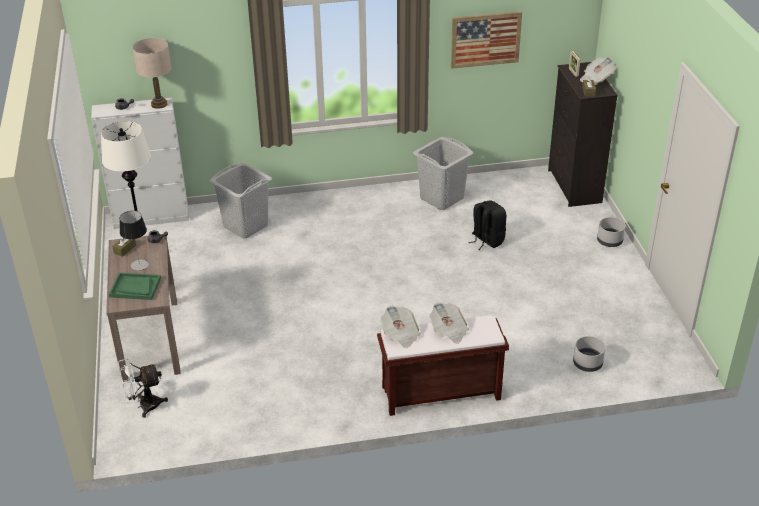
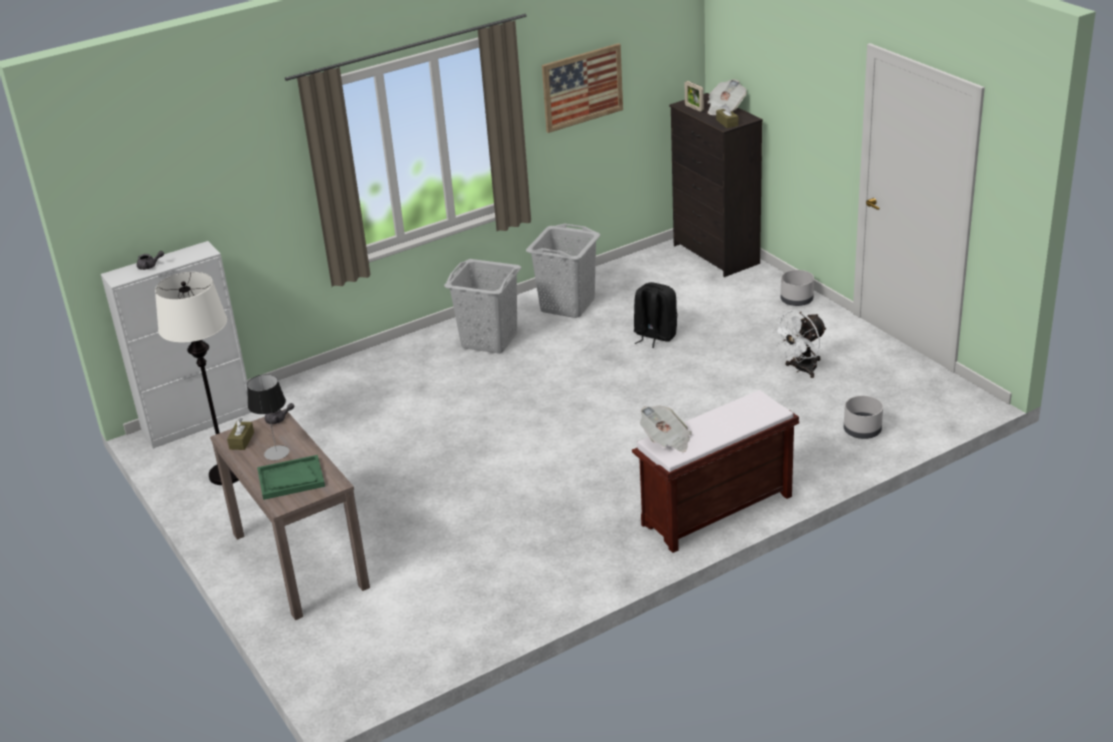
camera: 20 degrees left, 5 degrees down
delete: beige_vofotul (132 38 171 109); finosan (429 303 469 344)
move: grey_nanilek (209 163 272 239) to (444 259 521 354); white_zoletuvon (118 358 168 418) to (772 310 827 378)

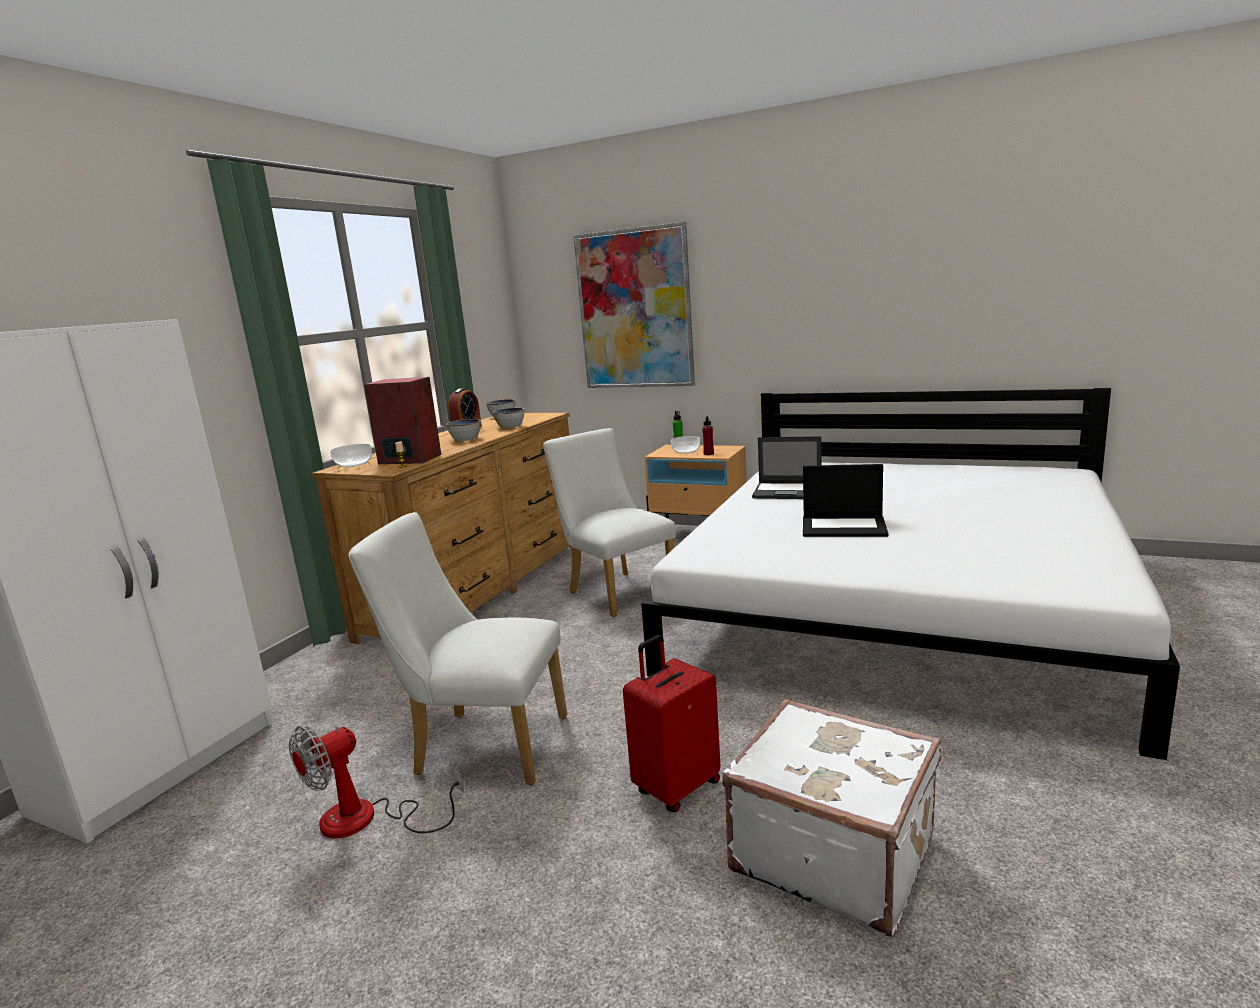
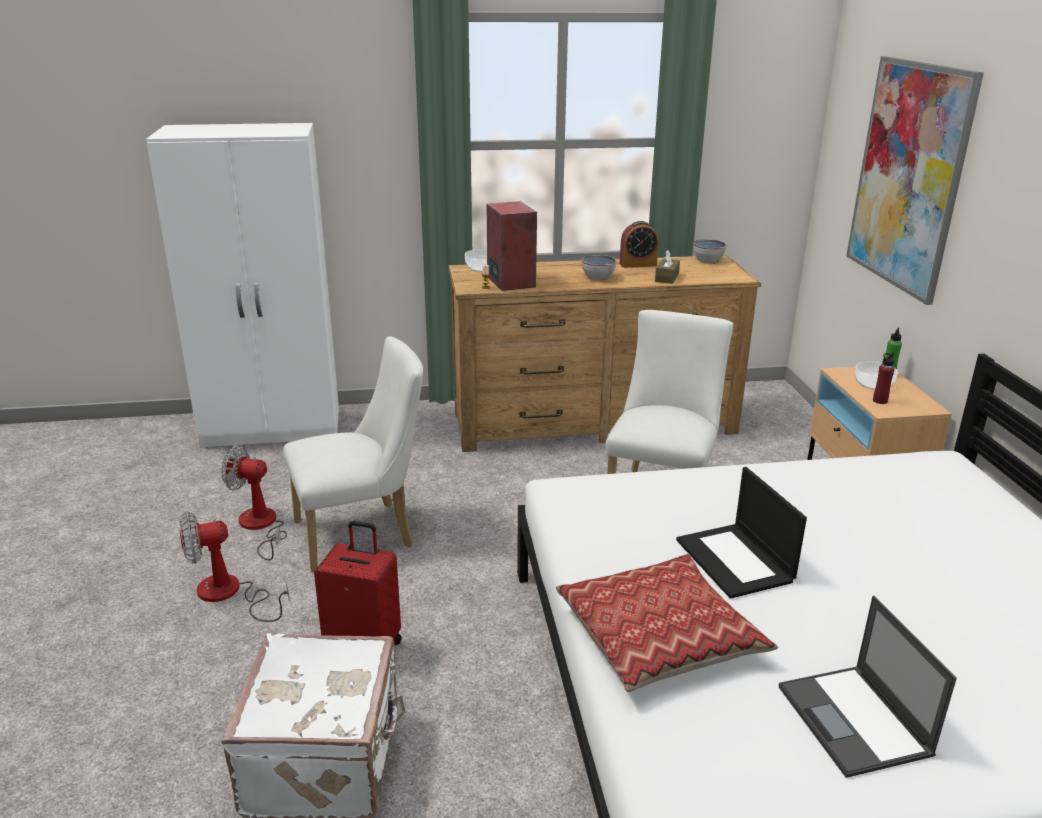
camera: 55 degrees right, 10 degrees up
insert: zoletuvon (179 512 290 622); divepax (556 554 778 692)
move: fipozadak (752 436 822 499) to (779 596 957 778)
replace: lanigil (493 408 524 428) to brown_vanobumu (655 250 680 284)
rotate: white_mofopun (349 512 567 786) = (283 336 423 571) 90 degrees clockwise

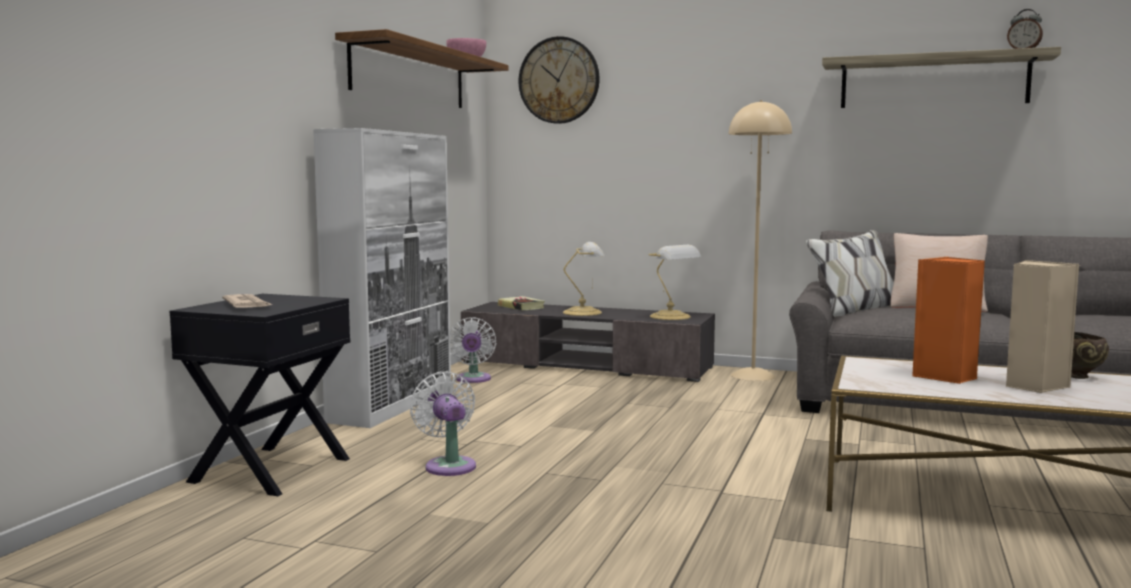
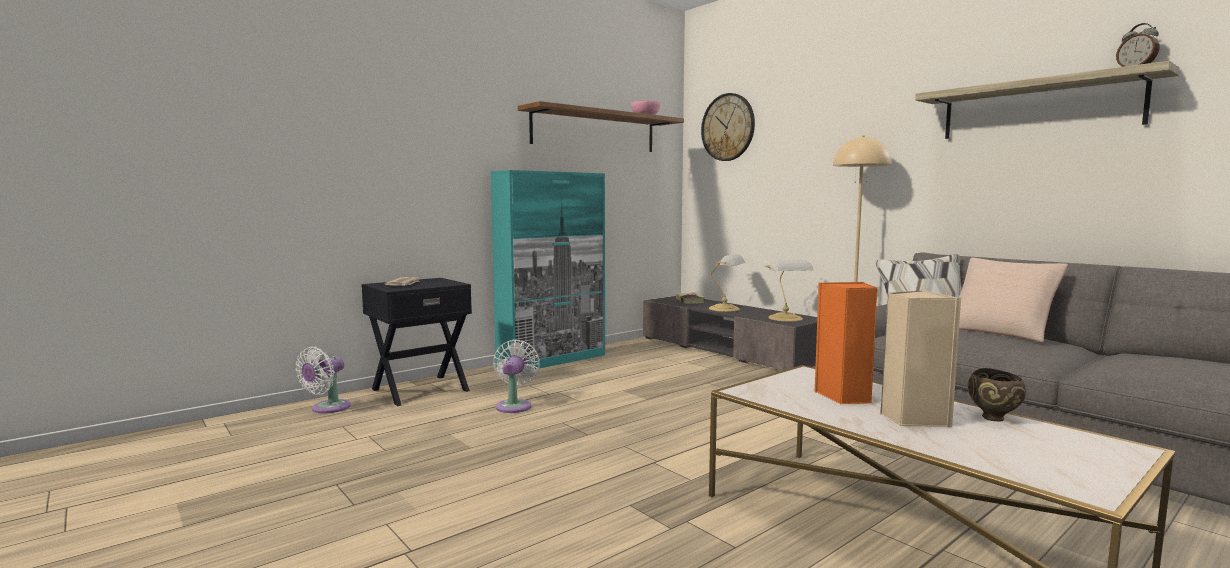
camera: 30 degrees right, 0 degrees up
move: white_zoletuvon (450 317 496 383) to (296 347 351 414)
recolor: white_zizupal (313 128 451 428) to turquoise_zizupal (491 170 605 369)

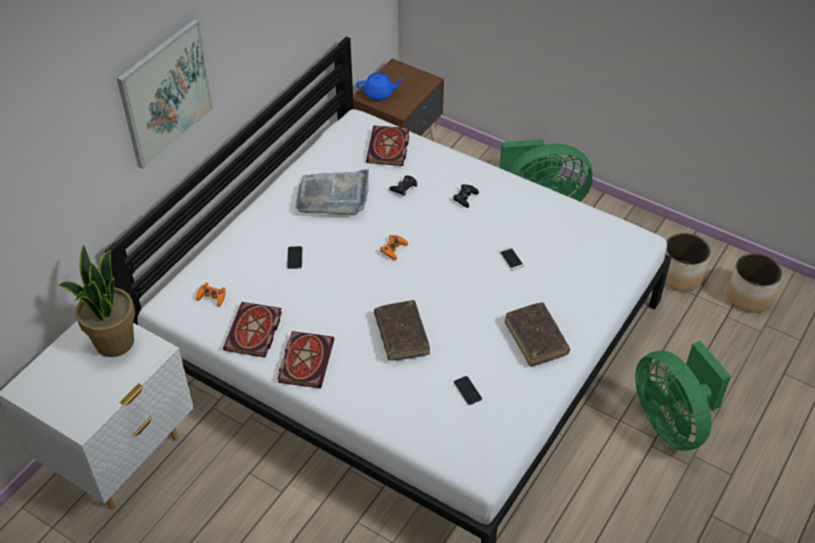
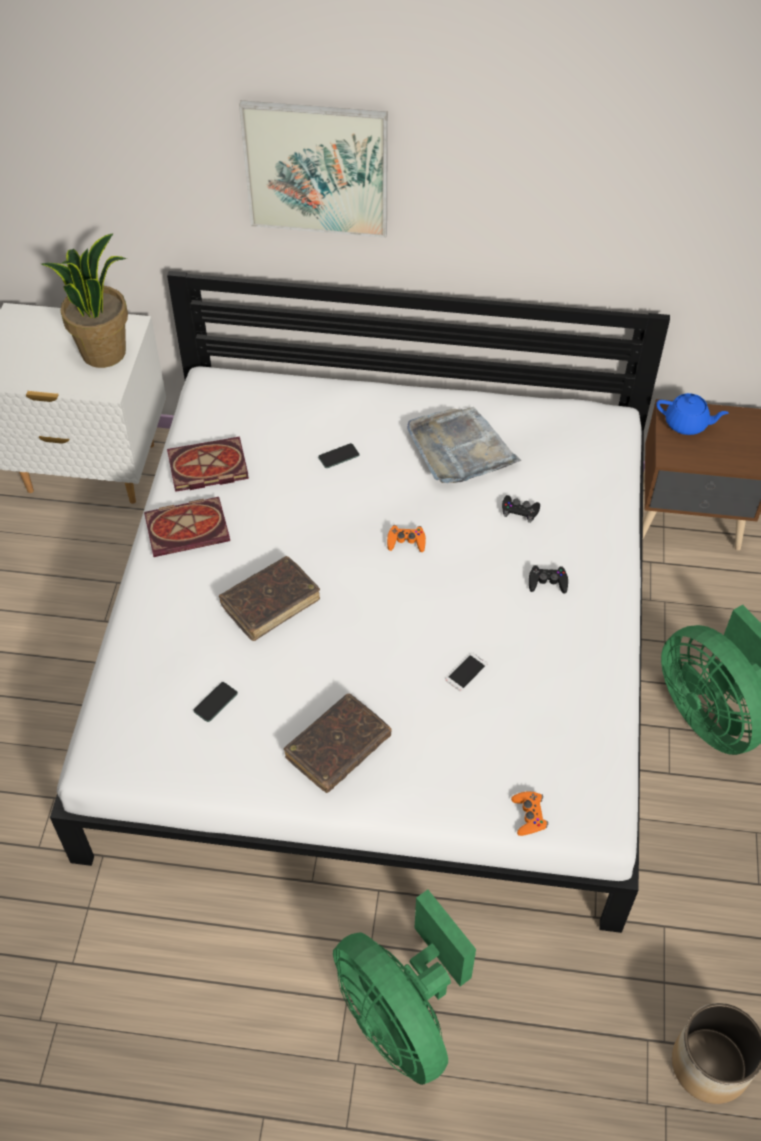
camera: 65 degrees right, 5 degrees up
delete: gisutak (366 126 409 166); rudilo (665 233 711 291)
move: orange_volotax (196 283 226 307) to (511 791 548 836)
rotate: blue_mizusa (356 73 404 100) = (656 393 729 435) 45 degrees counterclockwise; green_zoletuvon (635 341 731 451) = (333 890 476 1085) 75 degrees counterclockwise

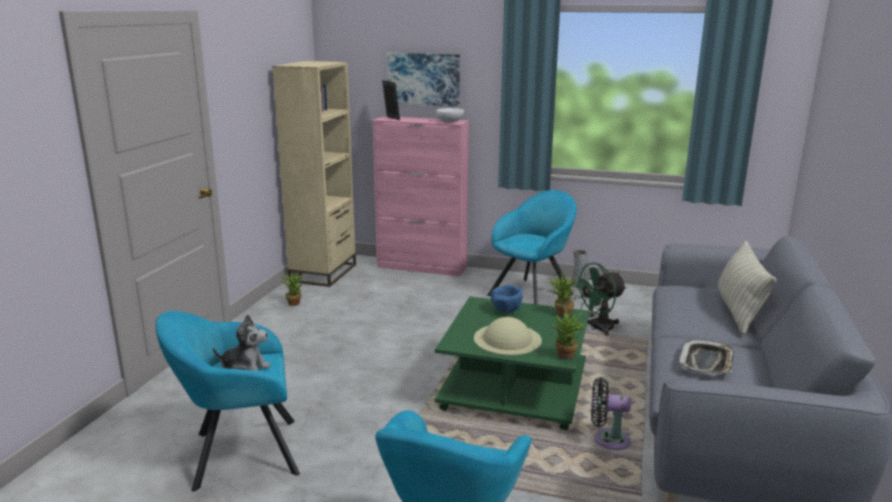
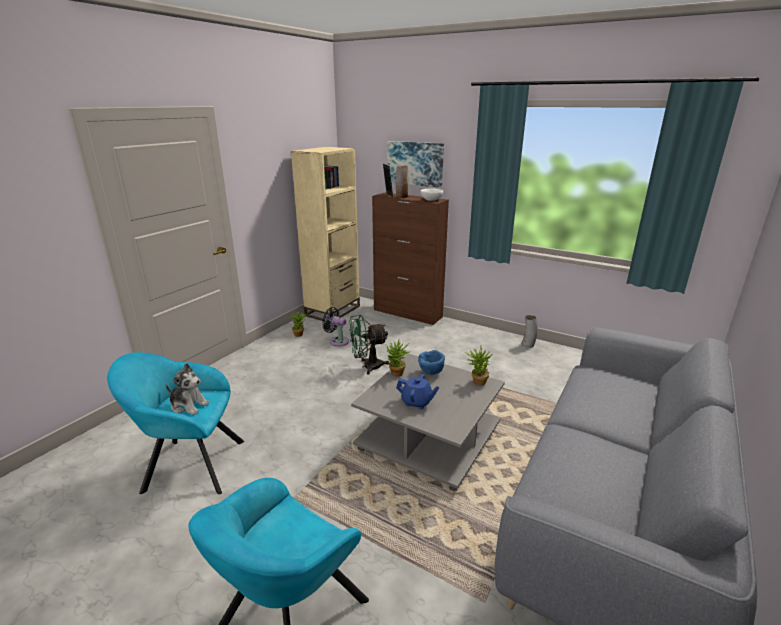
camera: 15 degrees right, 5 degrees up
delete: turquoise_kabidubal (487 190 577 305); divepax (717 240 777 334); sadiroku (678 340 734 375)
insert: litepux (396 165 409 198)
move: green_zoletuvon (573 263 627 336) to (349 315 389 375); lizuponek (551 309 588 359) to (386 339 411 377); black_zoletuvon (591 377 631 450) to (322 307 349 346)
replace: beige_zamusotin (474 317 542 355) to blue_mizusa (396 374 439 409)
recolor: pink_zizupal (372 116 469 277) to brown_zizupal (372 192 449 325); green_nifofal (435 297 590 430) to grey_nifofal (351 354 505 492)

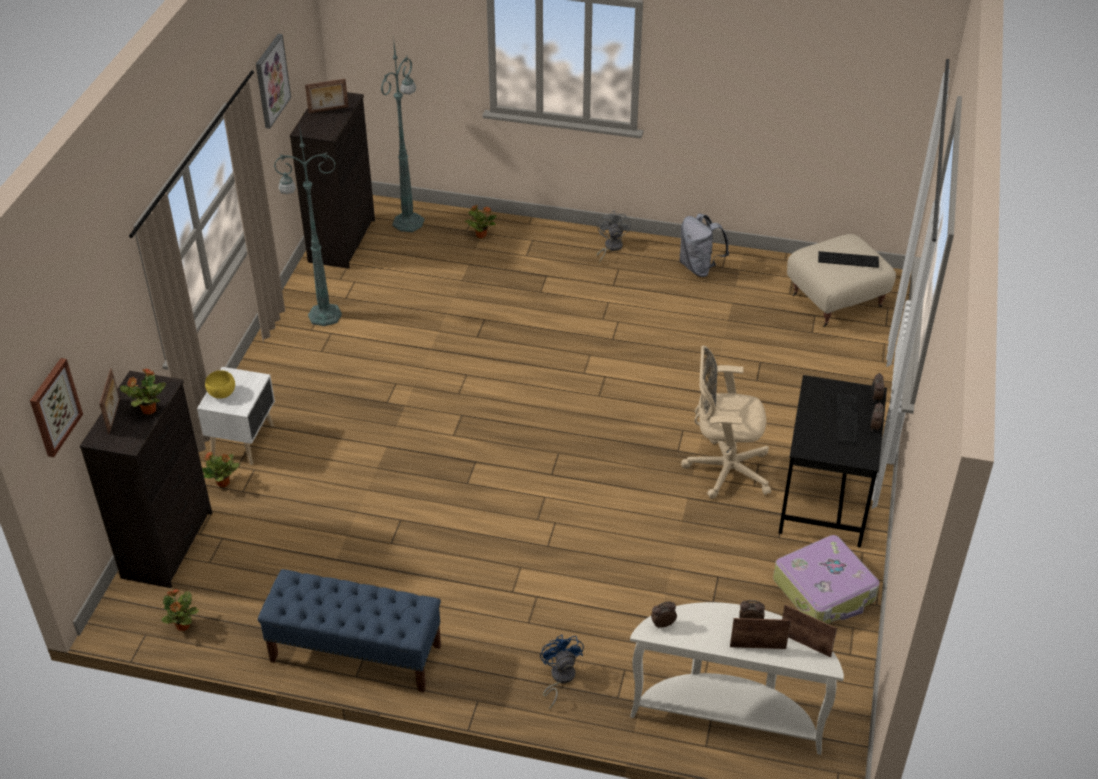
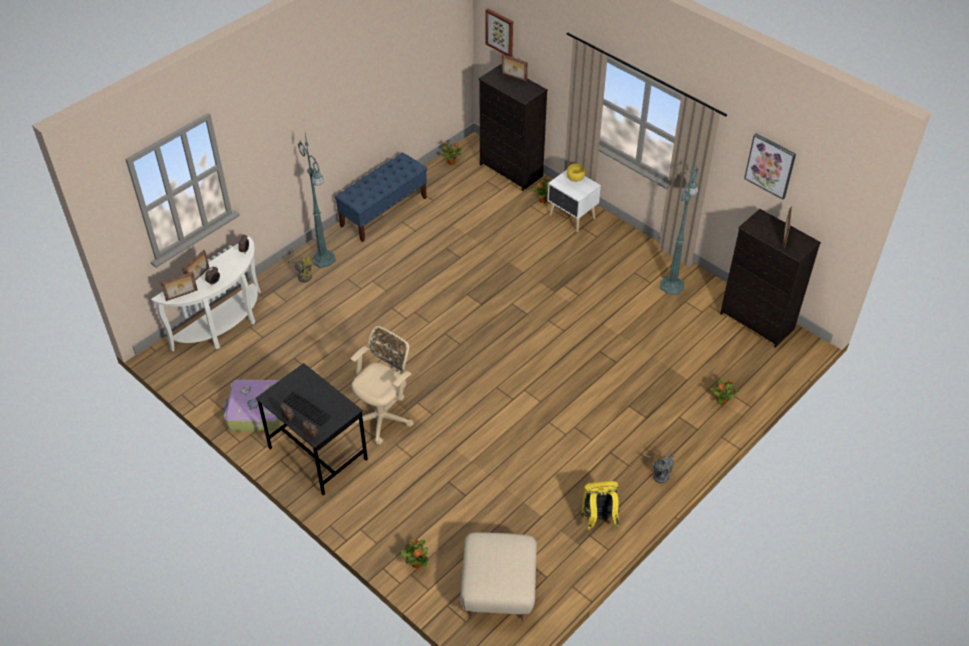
camera: 120 degrees right, 5 degrees up
delete: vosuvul (818 251 879 268)
move: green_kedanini (381 43 424 232) to (298 134 336 268); lizuponek (120 369 166 415) to (401 539 429 568)
recolor: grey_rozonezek (680 213 729 277) to yellow_rozonezek (581 481 620 530); blue_zoletuvon (540 635 584 709) to yellow_zoletuvon (288 254 314 283)

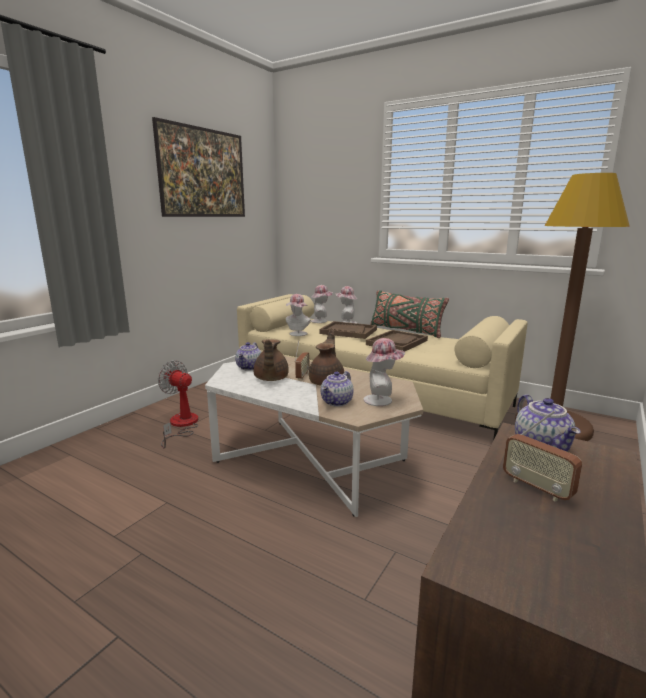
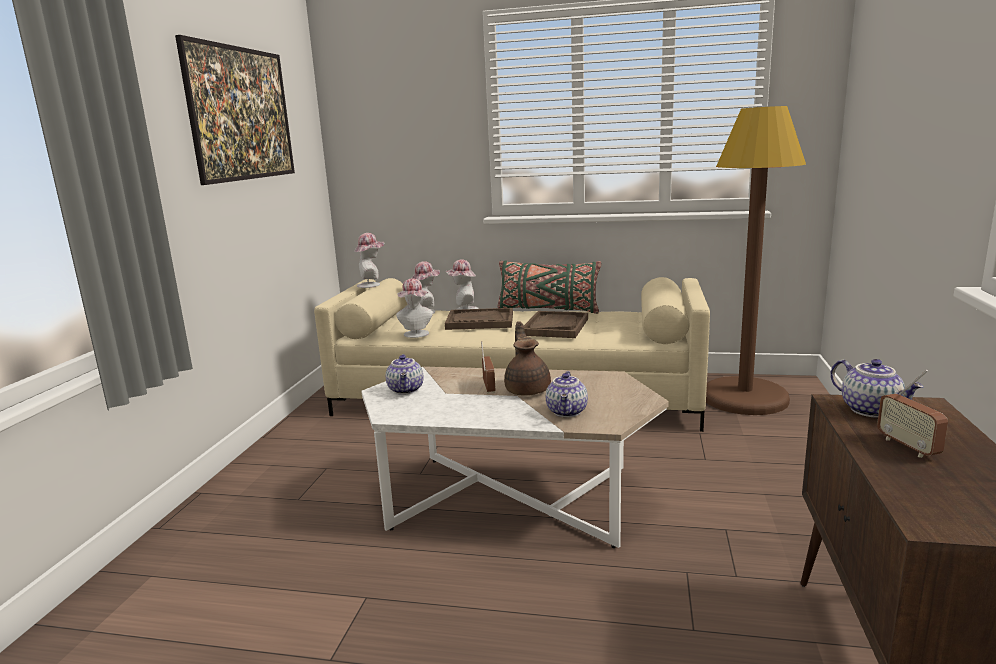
camera: 20 degrees left, 0 degrees up
delete: brown_mizusa (254 339 289 381); zoletuvon (158 360 198 448)
move: zamusotin (364 338 405 406) to (354 233 384 288)
rotate: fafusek (503 411 582 502) = (877 370 948 458) 45 degrees clockwise

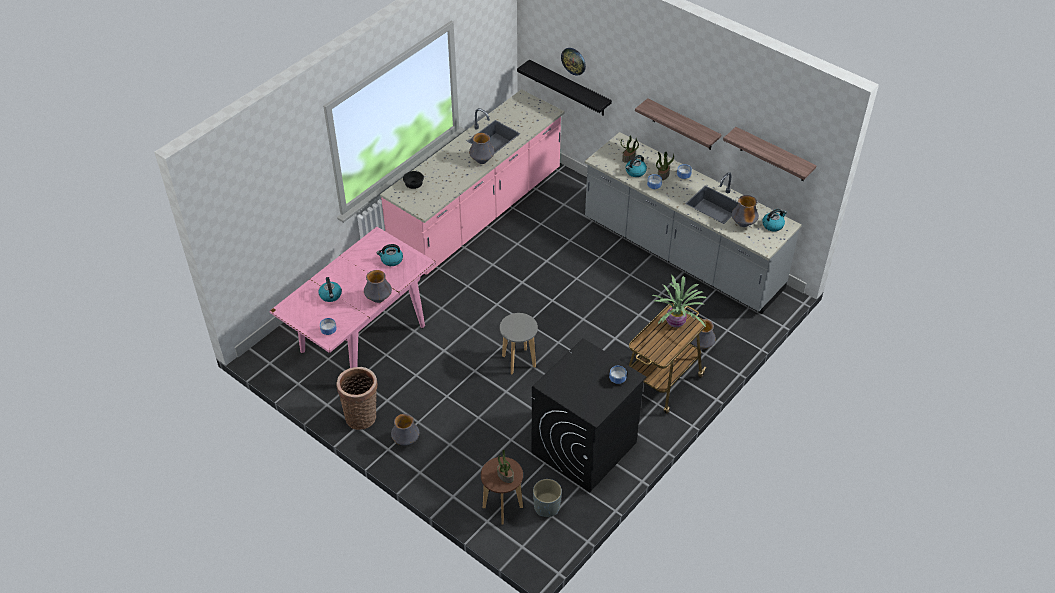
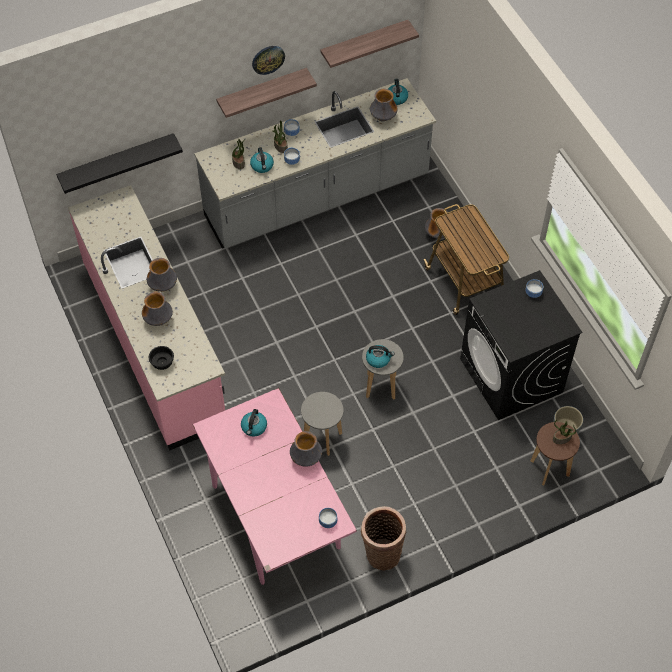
camera: 65 degrees left, 10 degrees up
delete: lizuponek (652 275 707 327)
insert: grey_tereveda (301 392 343 456)
move: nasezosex (561 48 586 76) to (252 46 285 75); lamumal (319 277 342 302) to (366 345 395 368); litepux (391 414 419 446) to (142 292 173 326)

